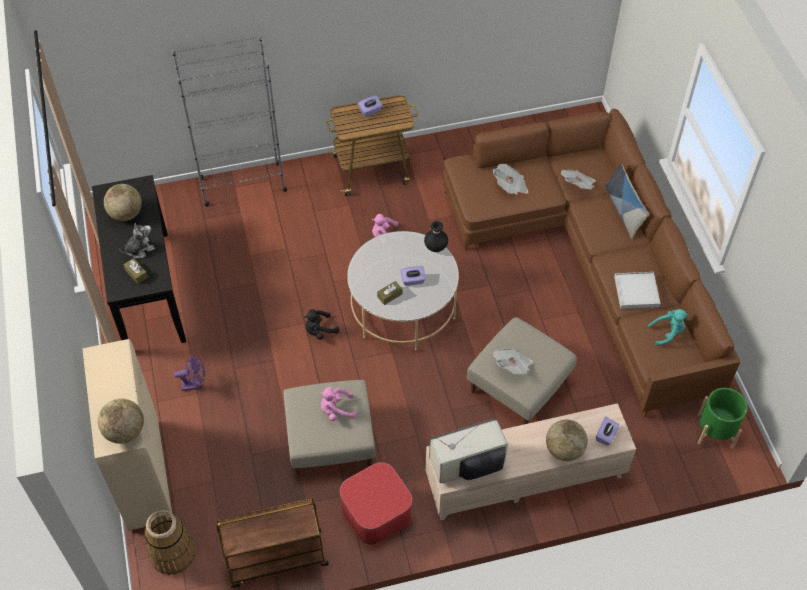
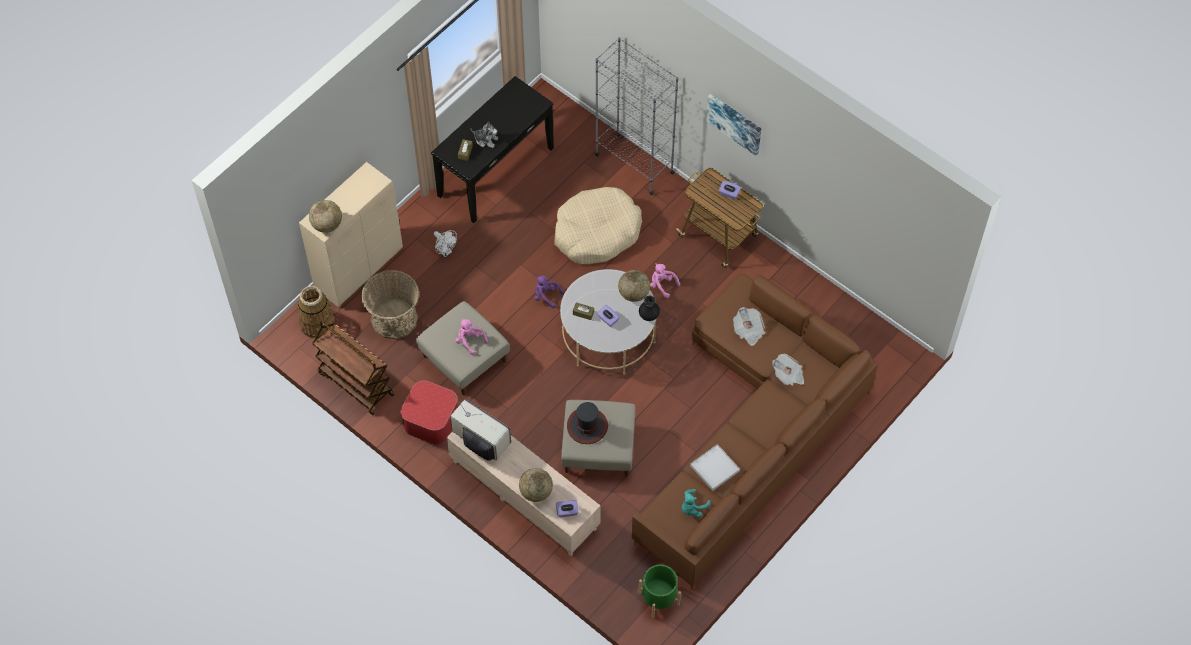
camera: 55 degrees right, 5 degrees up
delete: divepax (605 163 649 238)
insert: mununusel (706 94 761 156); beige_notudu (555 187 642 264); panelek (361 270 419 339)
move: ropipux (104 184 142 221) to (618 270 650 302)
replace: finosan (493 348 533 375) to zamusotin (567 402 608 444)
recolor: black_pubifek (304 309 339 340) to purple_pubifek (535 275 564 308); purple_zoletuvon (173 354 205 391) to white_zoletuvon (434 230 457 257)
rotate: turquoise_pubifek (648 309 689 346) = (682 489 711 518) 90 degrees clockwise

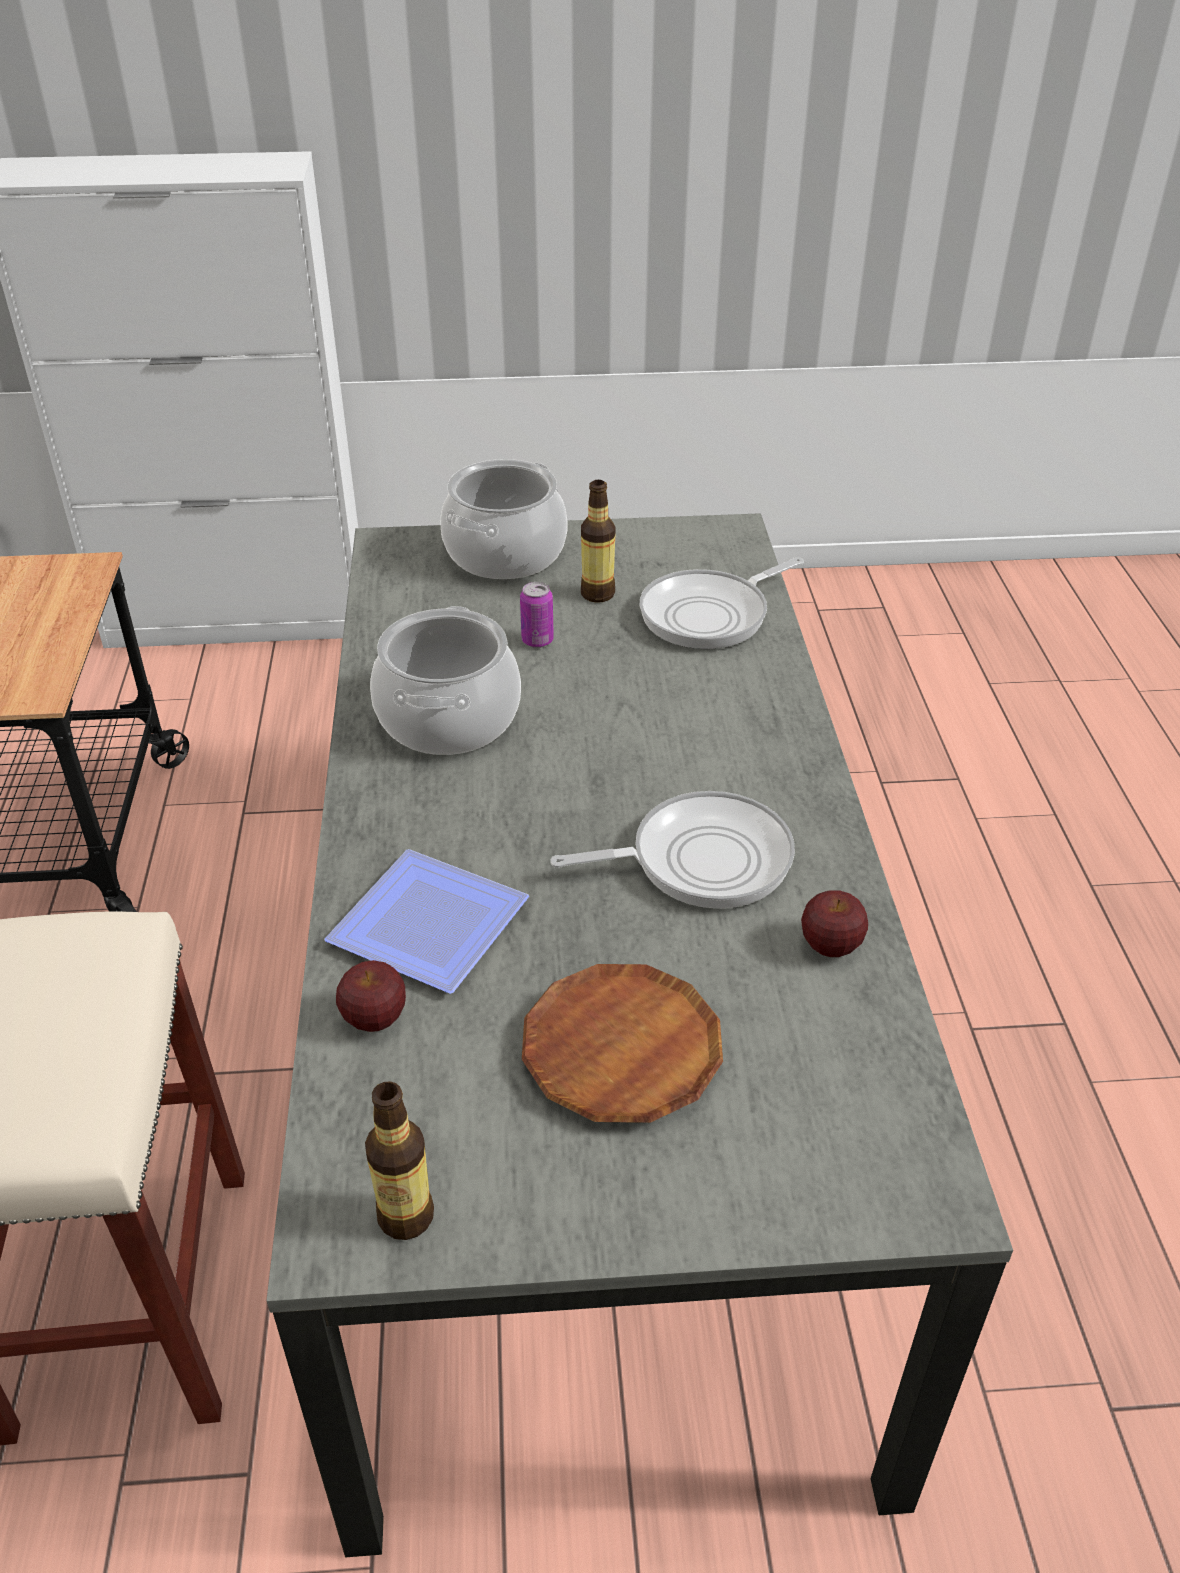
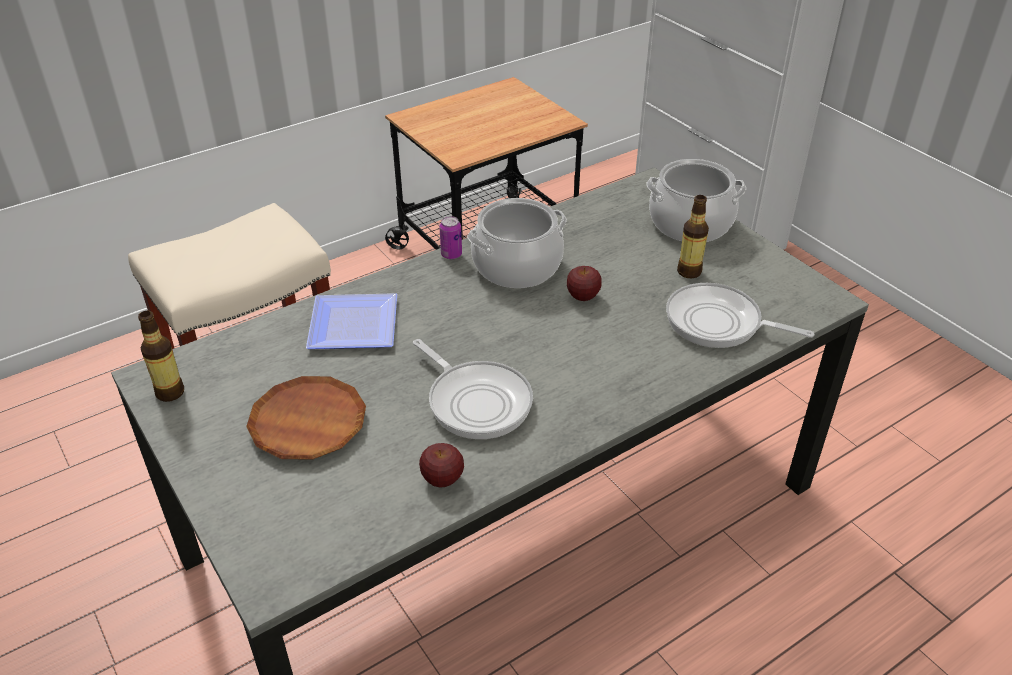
camera: 60 degrees right, 0 degrees up
move: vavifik (520 582 554 648) to (439 216 462 259); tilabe (336 960 406 1032) to (567 266 602 301)

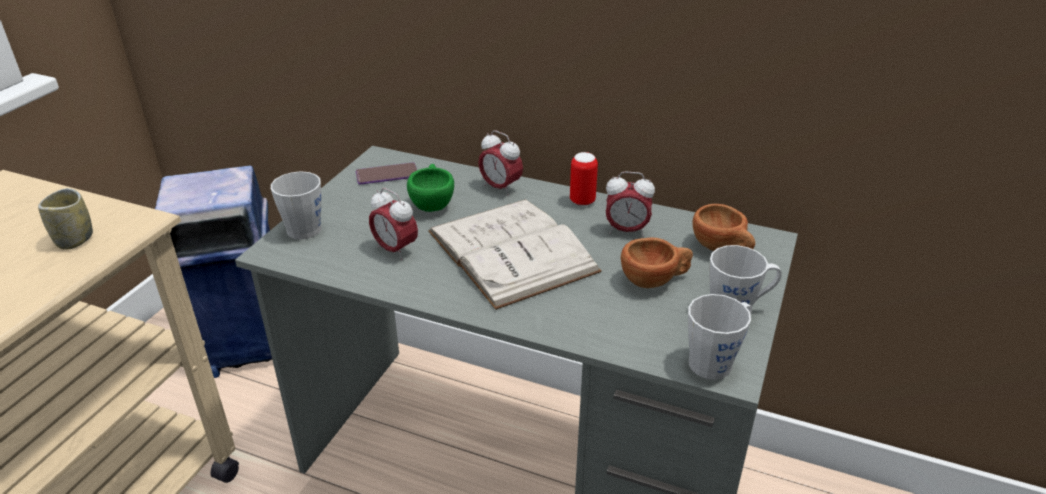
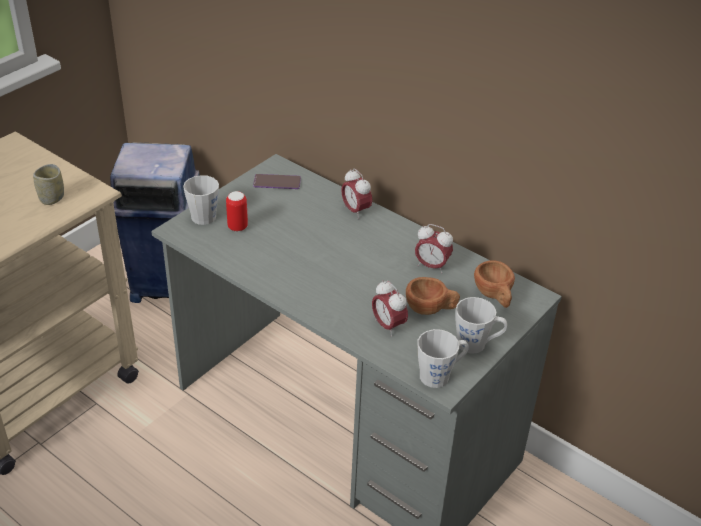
camera: 15 degrees right, 5 degrees up
delete: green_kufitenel (407 164 454 212); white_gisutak (428 200 602 310)
move: vavifik (570 152 598 206) to (226 191 248 231); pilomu (369 188 418 260) to (372 280 408 337)

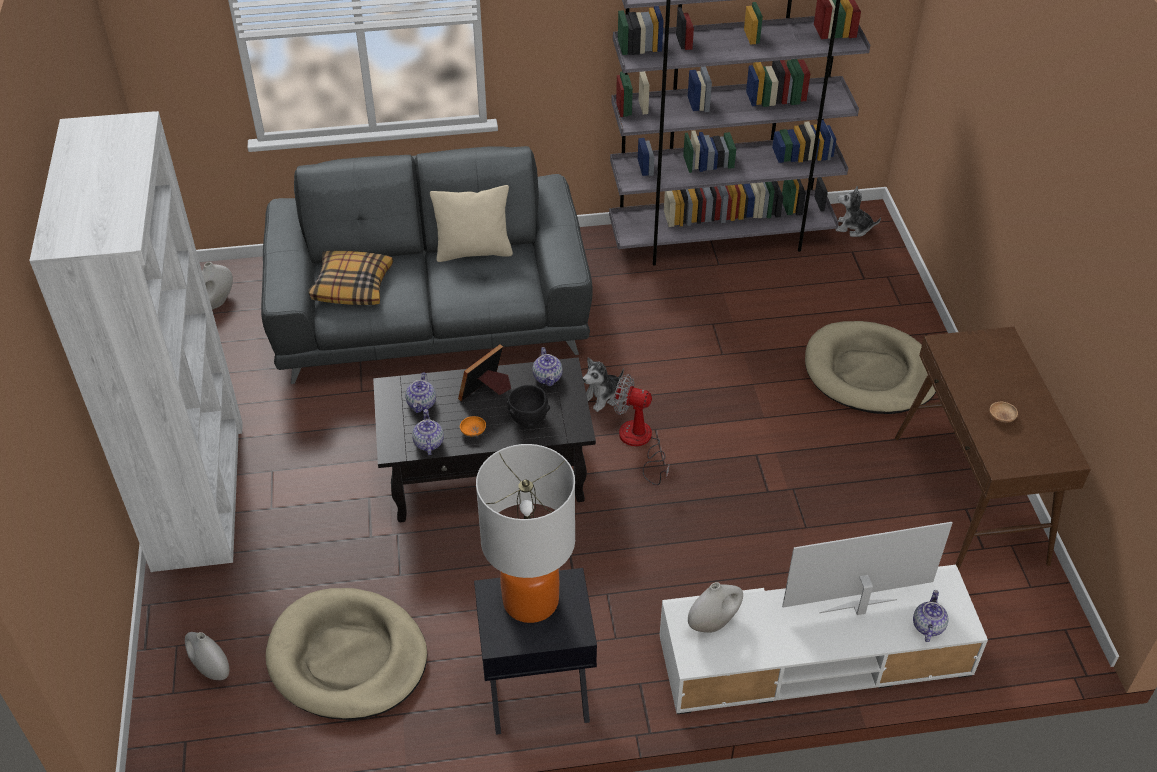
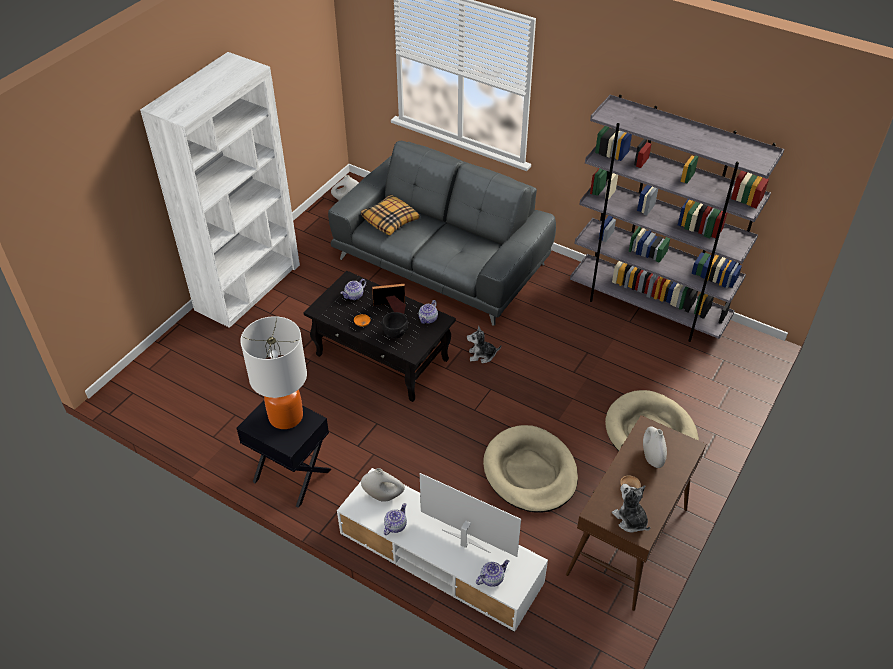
camera: 40 degrees right, 0 degrees up
delete: beige_divepax (430 185 513 262); zoletuvon (613 374 669 485)
move: pubifek (836 186 881 237) to (612 484 651 532); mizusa (412 409 444 455) to (384 503 407 535); beige_notudu (265 588 427 720) to (483 425 578 513); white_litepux (185 632 229 680) to (643 426 667 468)

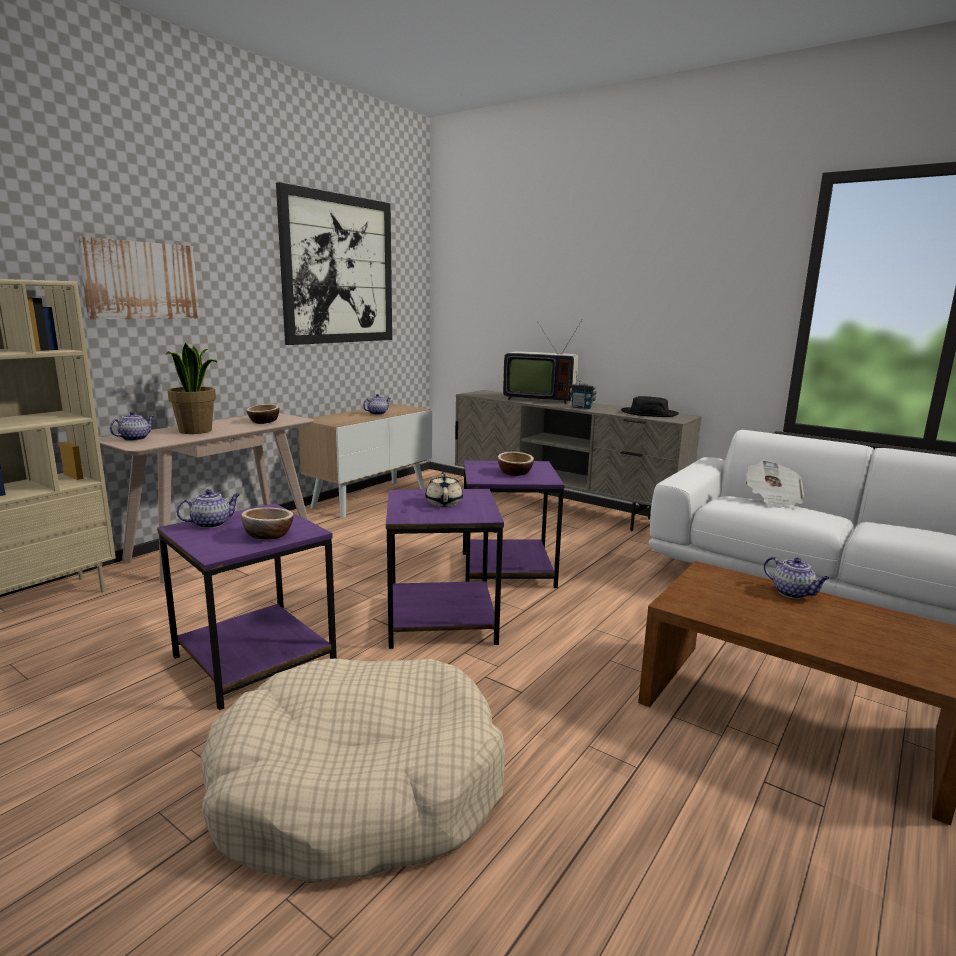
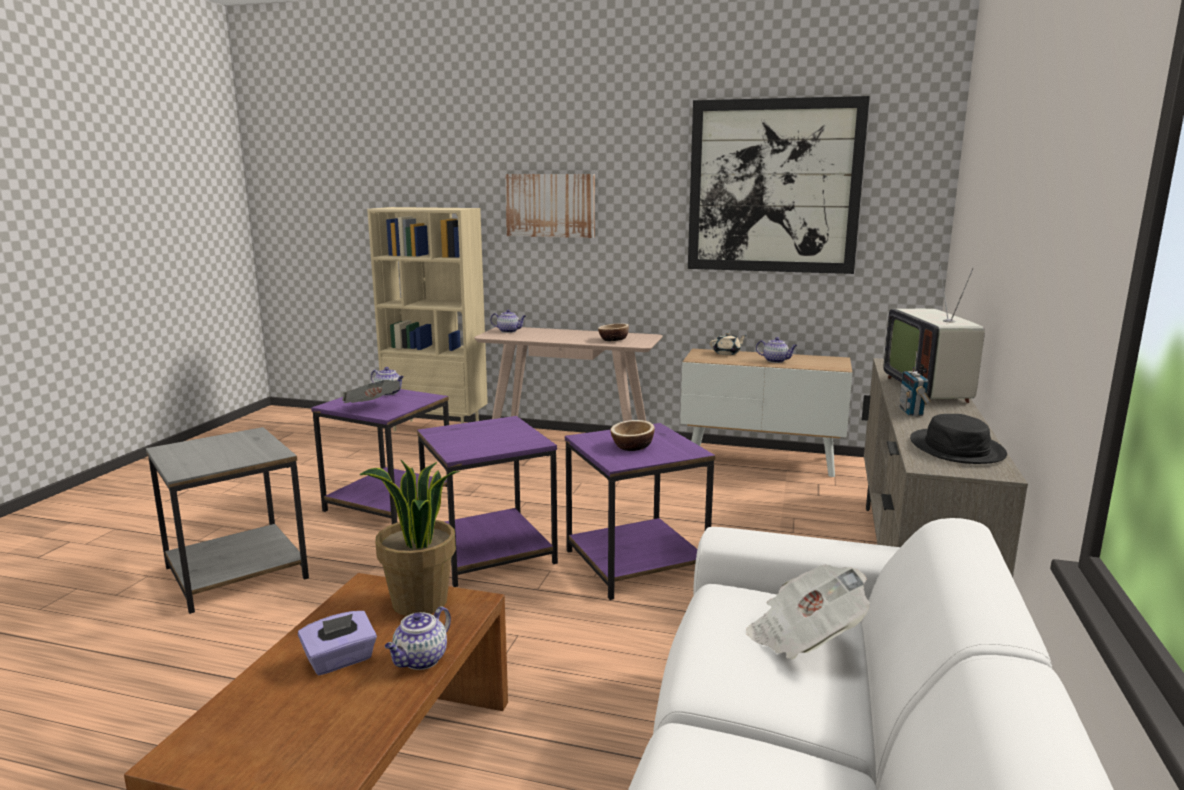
camera: 70 degrees right, 0 degrees up
insert: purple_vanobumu (298 611 377 676)
move: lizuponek (166 343 218 434) to (359 460 460 616); beige_mizusa (425 472 463 507) to (710 332 746 355)
replace: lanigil (241 507 294 539) to finosan (342 380 400 403); beige_notudu (200 659 506 883) to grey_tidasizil (146 427 309 614)

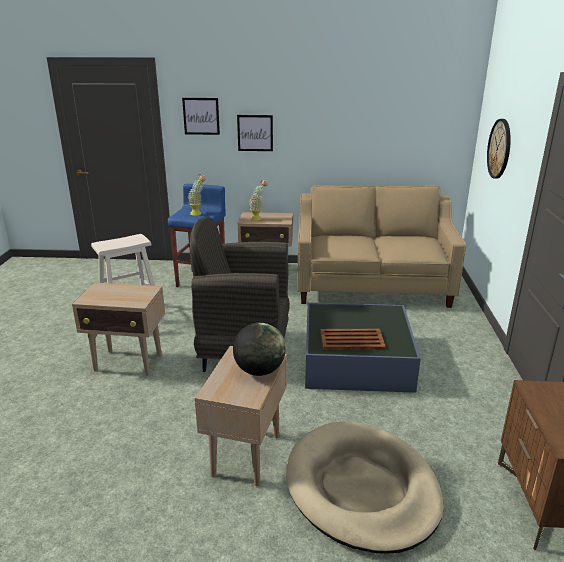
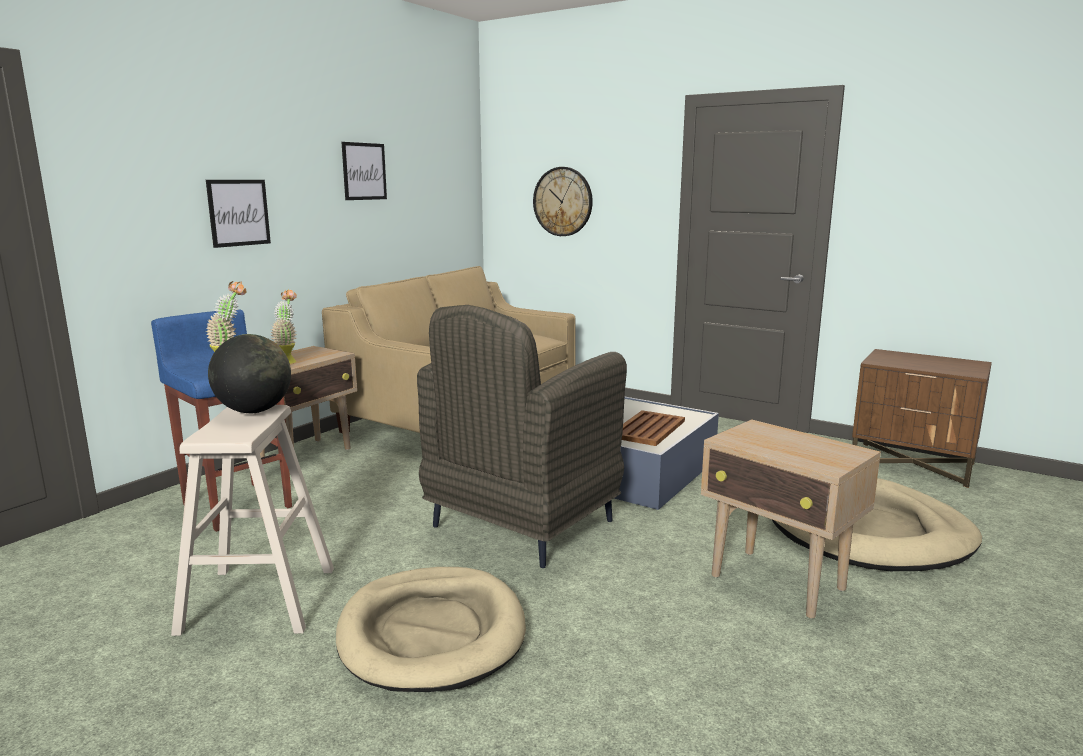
camera: 60 degrees left, 10 degrees down
move: mununusel (182 98 220 135) to (341 142 387 200); ropipux (233 322 286 376) to (208 334 291 413)
replace: beige_tidasizil (72 282 165 376) to beige_notudu (336 567 526 692)

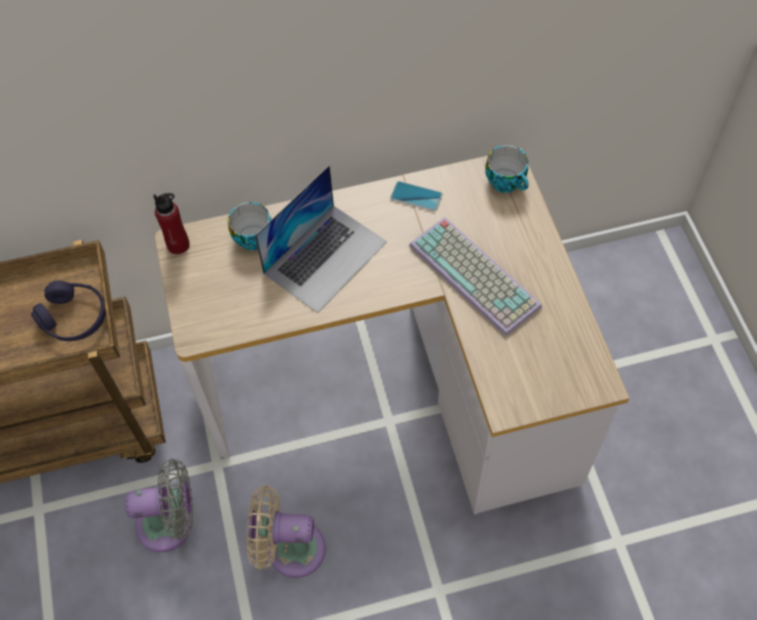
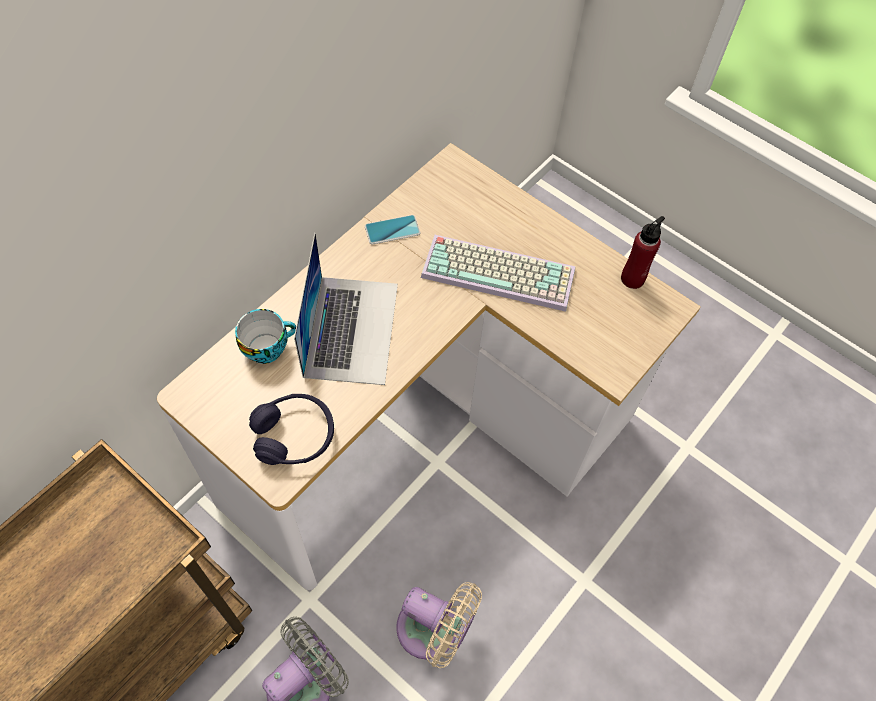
camera: 40 degrees left, 0 degrees up
delete: kufitenel (485 145 529 193)
move: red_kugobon (153 193 190 254) to (621 216 665 289); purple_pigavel (31 280 106 341) to (249 394 334 465)
rotate: beige_zoletuvon (247 485 326 578) = (396 582 482 668) 120 degrees counterclockwise

